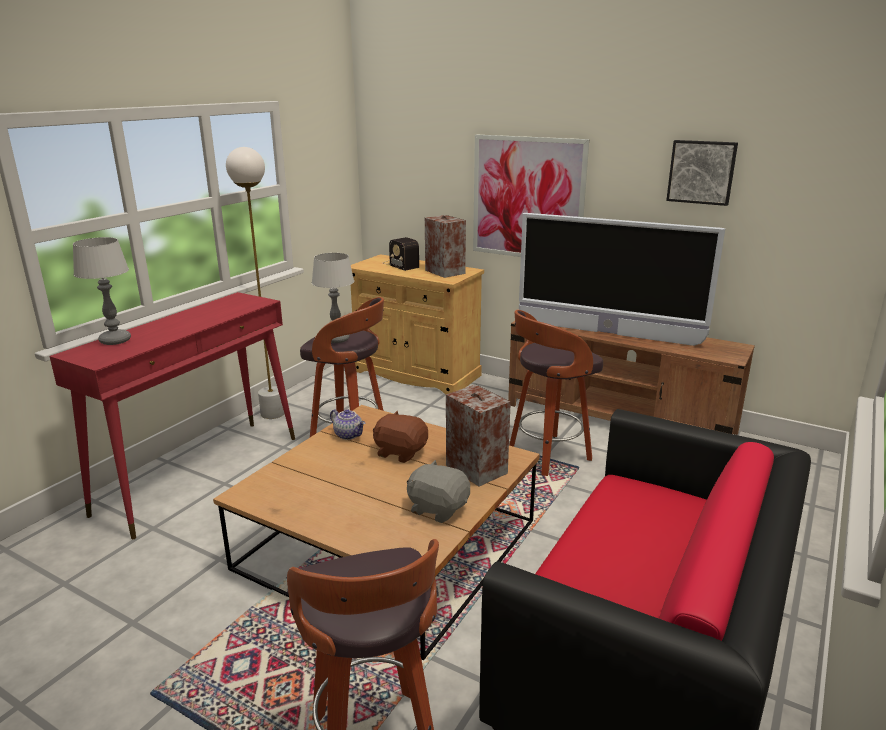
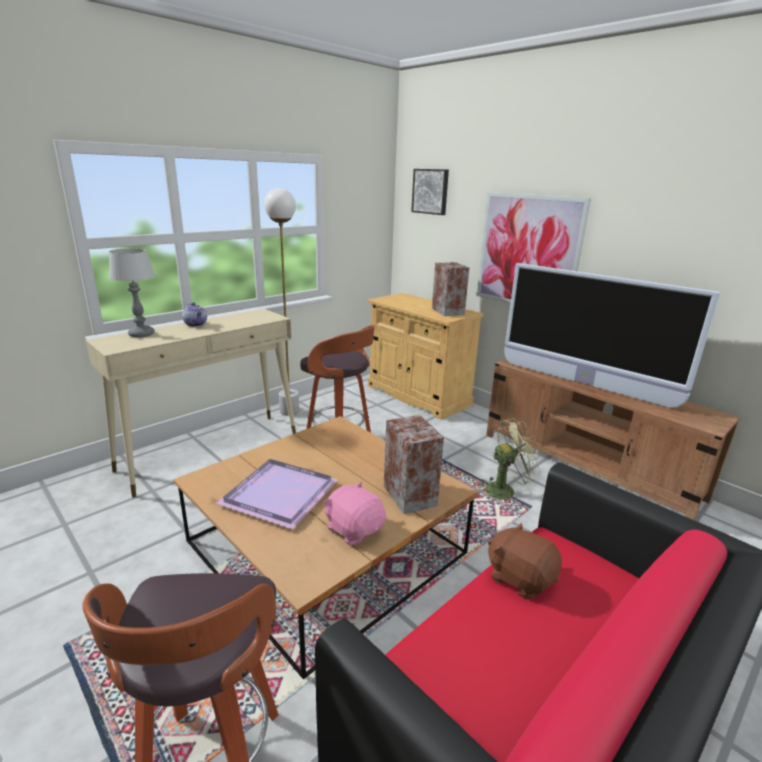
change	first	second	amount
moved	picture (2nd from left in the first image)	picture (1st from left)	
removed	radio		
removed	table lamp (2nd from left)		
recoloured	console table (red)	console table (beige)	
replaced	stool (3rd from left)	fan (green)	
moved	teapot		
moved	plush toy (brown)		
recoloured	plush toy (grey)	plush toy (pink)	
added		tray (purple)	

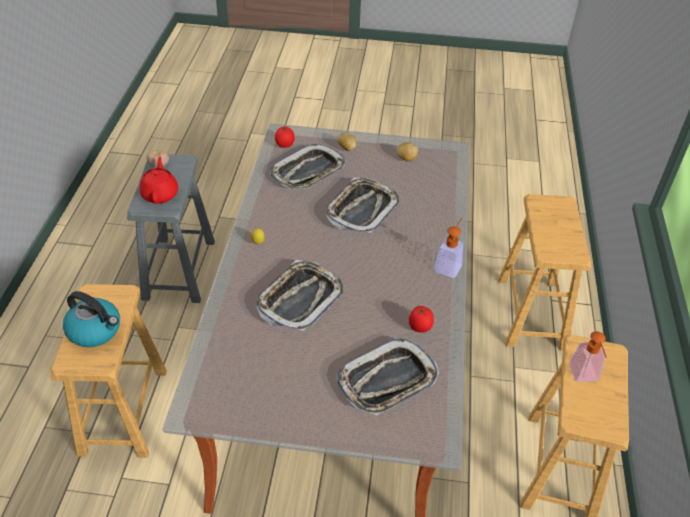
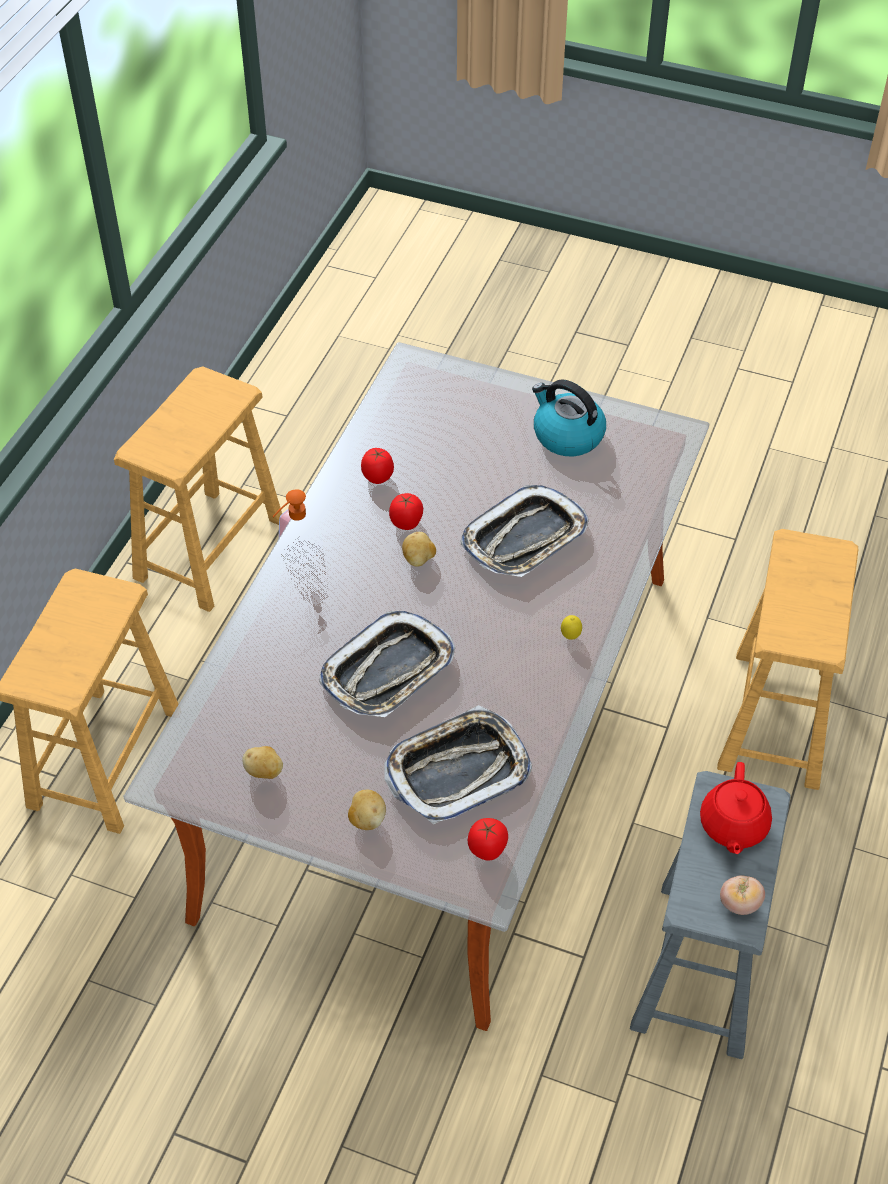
change	first	second	amount
moved	kettle		
removed	soap dispenser (2nd from left)		
removed	tray (4th from left)		
added		tomato (2nd from left)	
added		potato (3rd from left)	

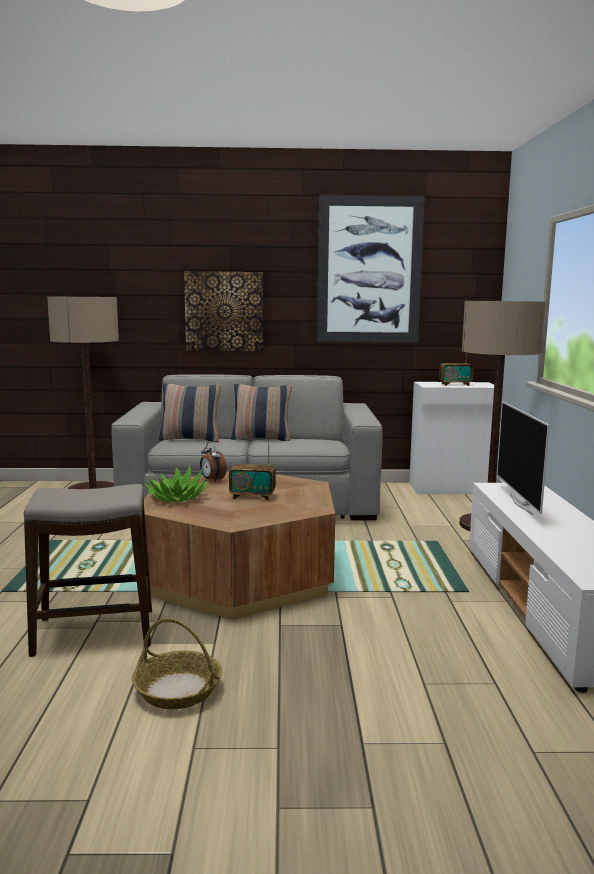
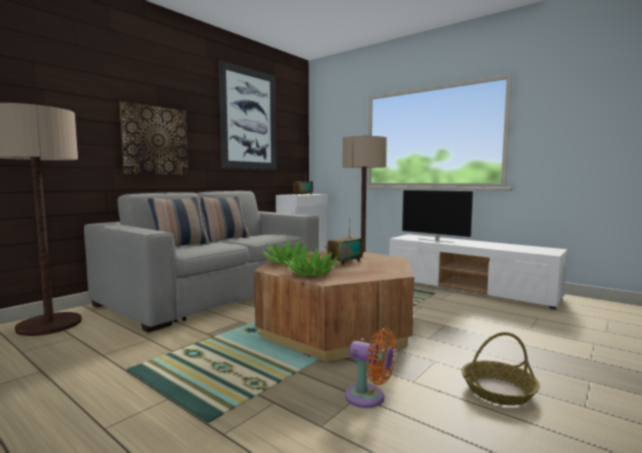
change	first	second	amount
replaced	alarm clock	potted plant (1st from left)	
replaced	stool	fan (orange)	

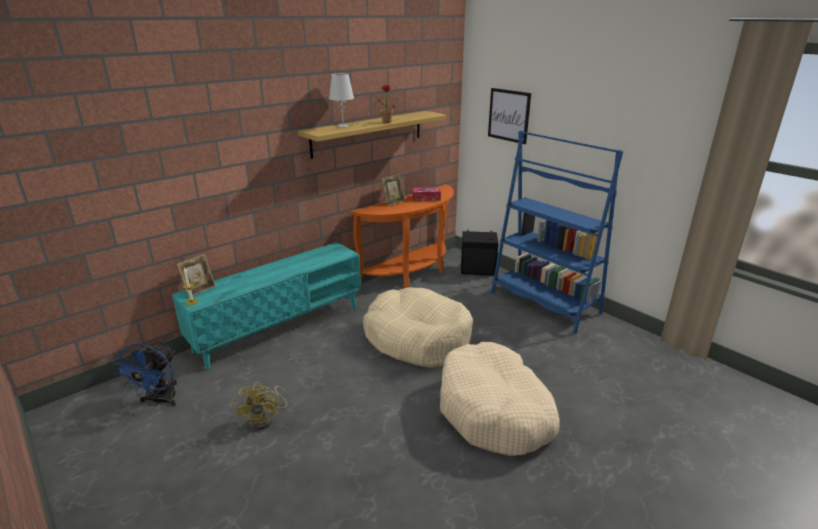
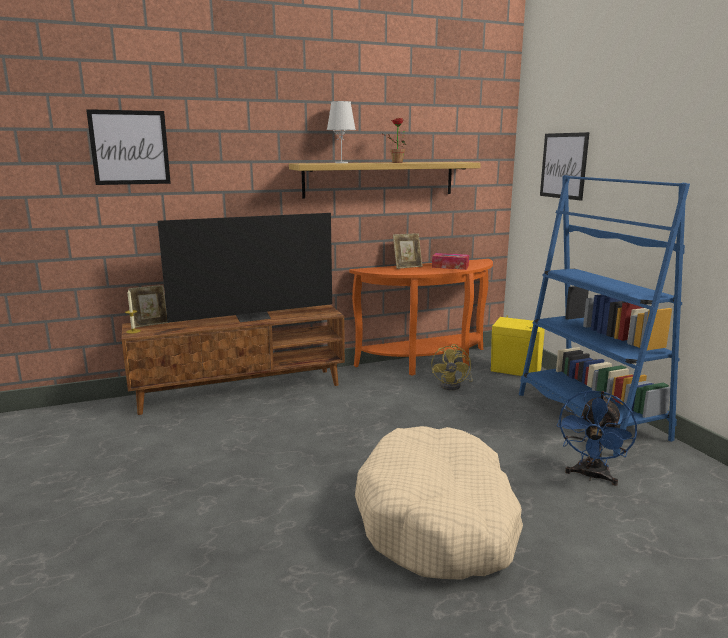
change	first	second	amount
recoloured	speaker (black)	speaker (yellow)	
recoloured	tv stand (turquoise)	tv stand (brown)	
removed	dog bed (beige) (1st from left)		
moved	fan (blue)		
moved	fan (yellow)		
added		picture (1st from left)	
added		television	

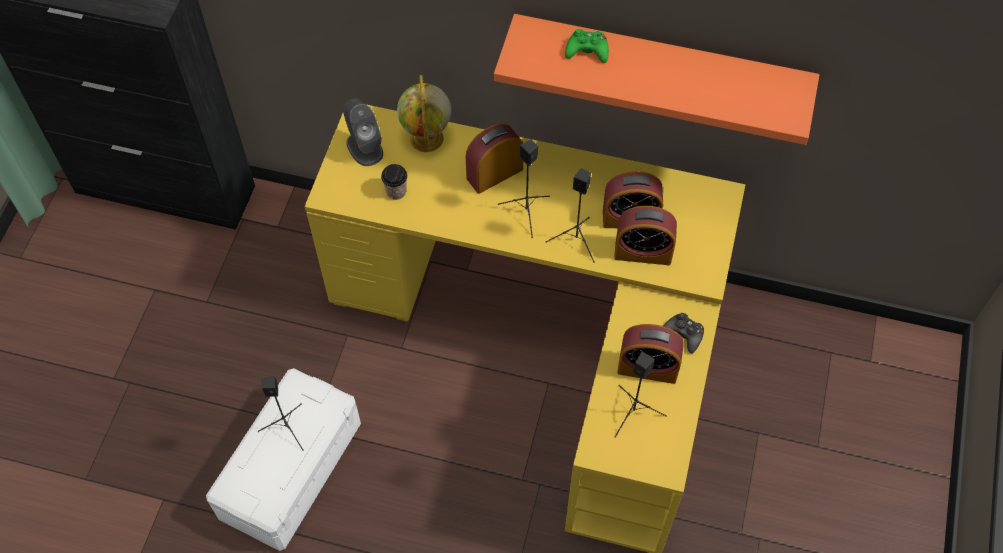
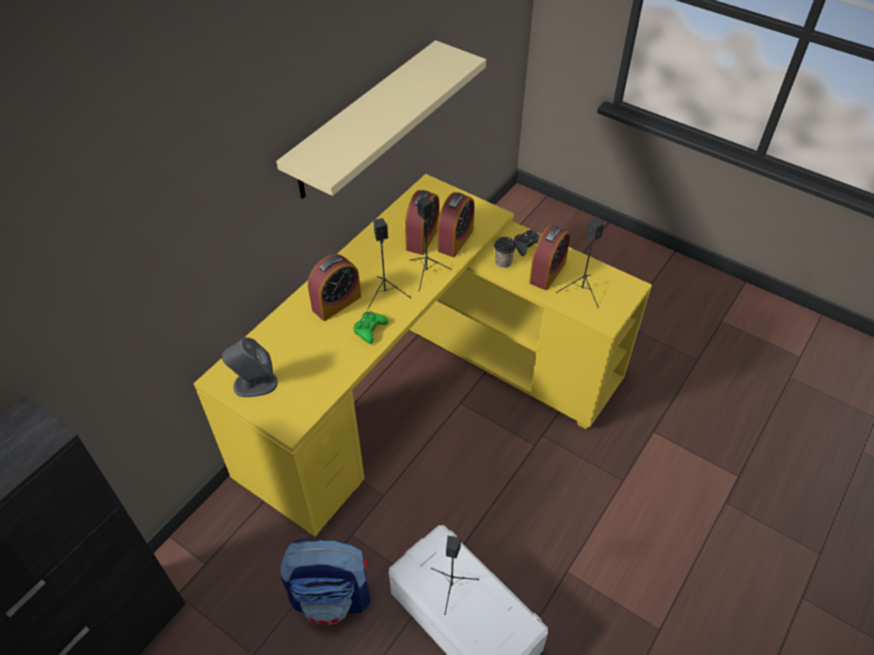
change	first	second	amount
recoloured	shelf (orange)	shelf (beige)	
moved	game controller (green)		
removed	globe		
turned	alarm clock (1st from left)		120 degrees counterclockwise
moved	cup		
added		backpack	

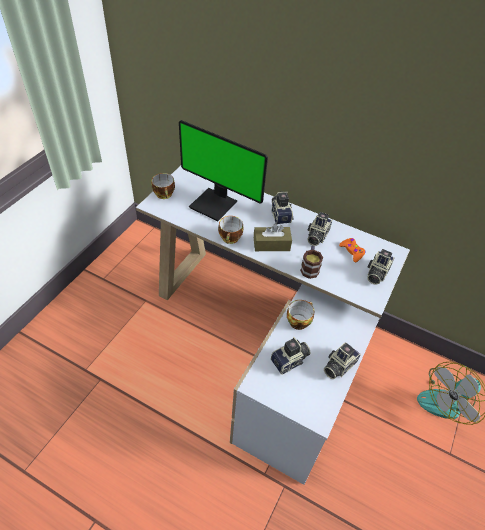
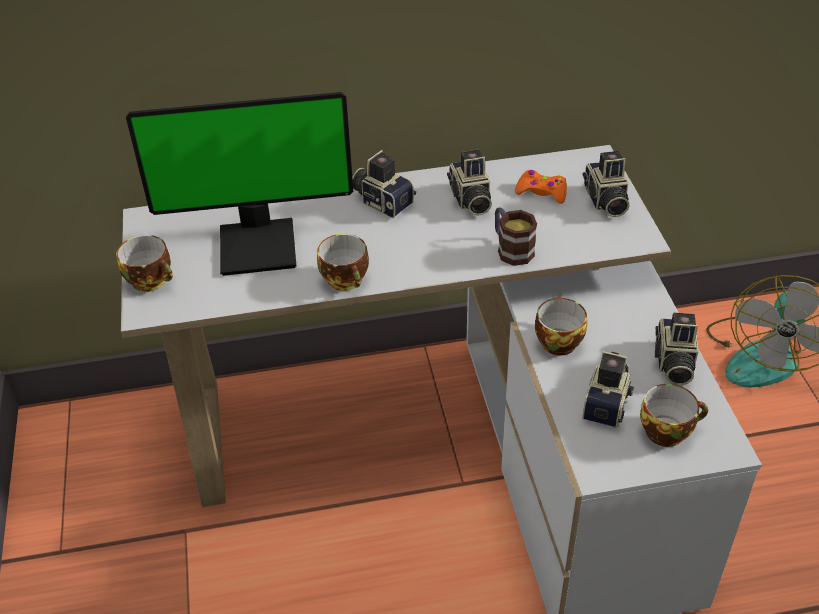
change	first	second	amount
removed	tissue box (brown)		
added		cup (4th from left)	

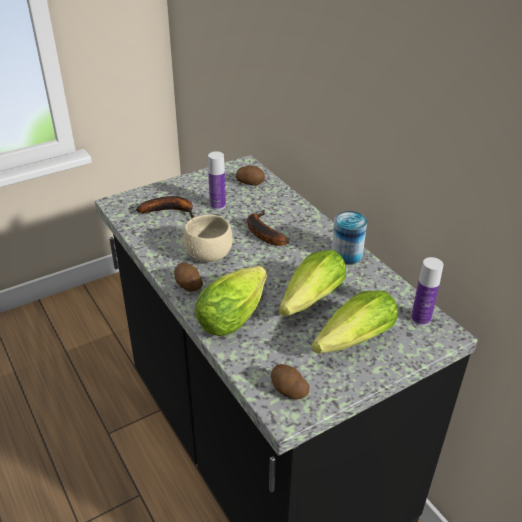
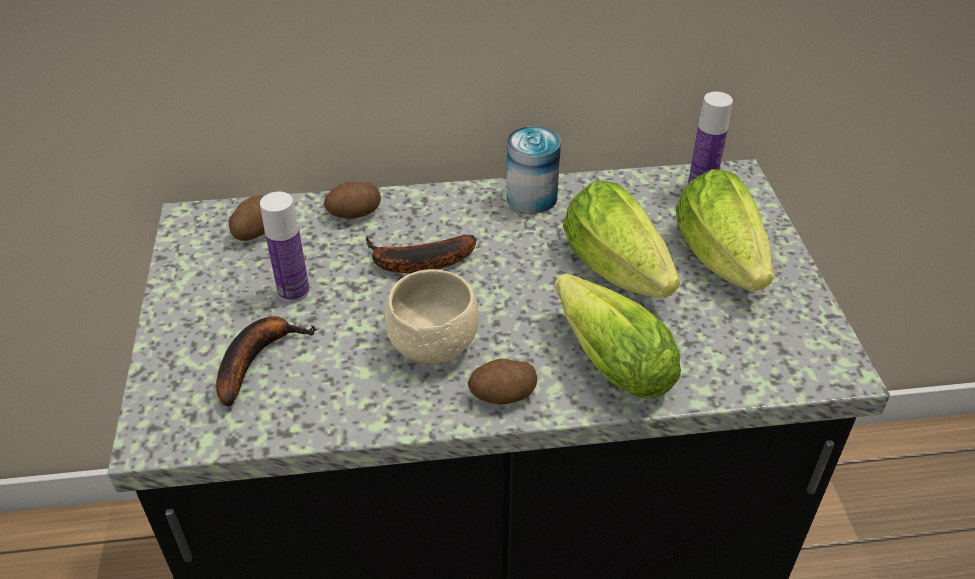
change	first	second	amount
moved	potato (3rd from left in the first image)	potato (2nd from left)	

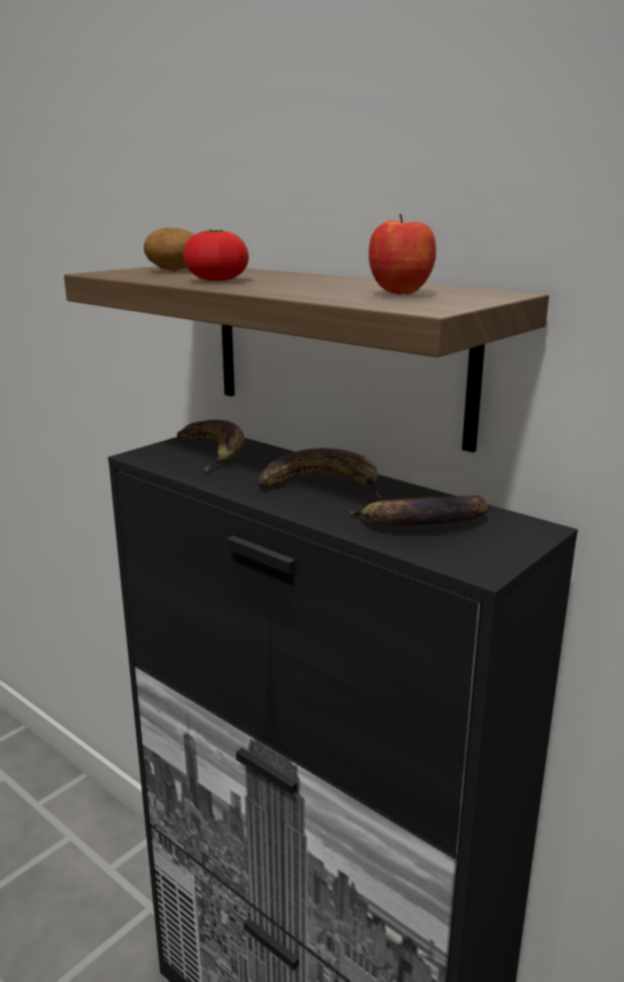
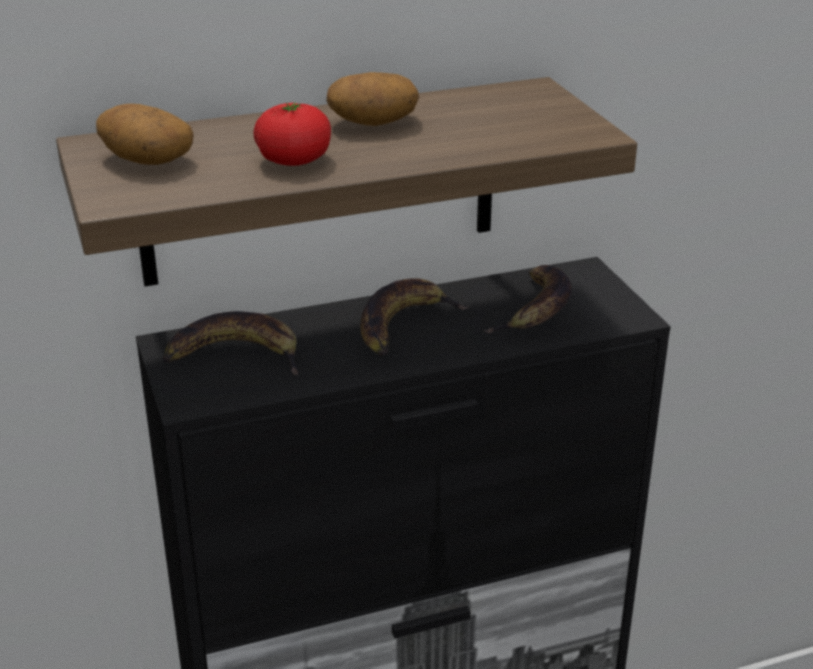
change	first	second	amount
removed	apple		
added		potato (2nd from left)	

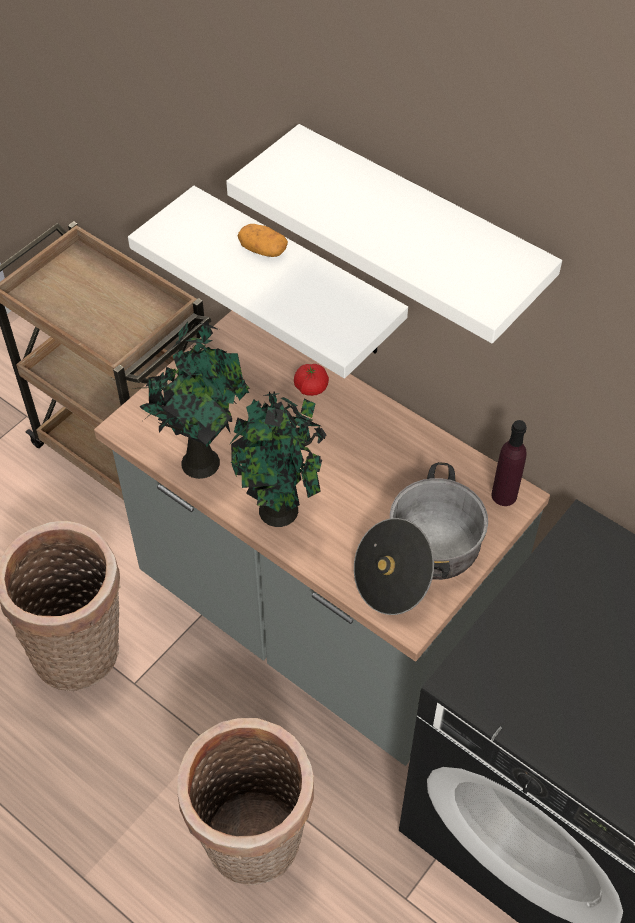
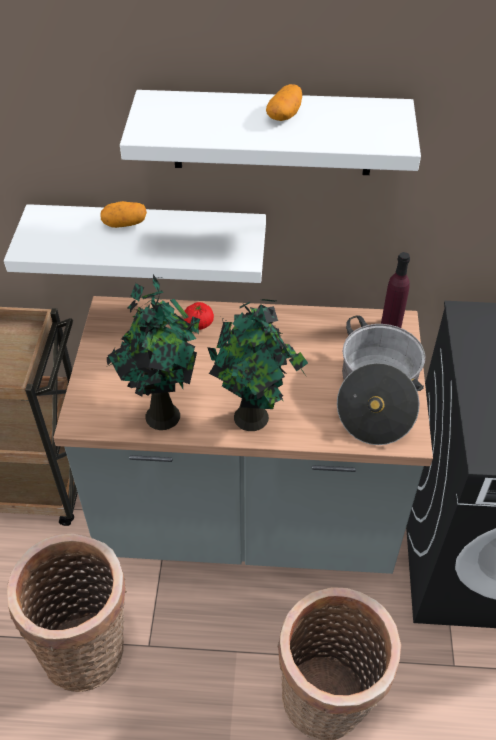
change	first	second	amount
added		potato (2nd from left)	

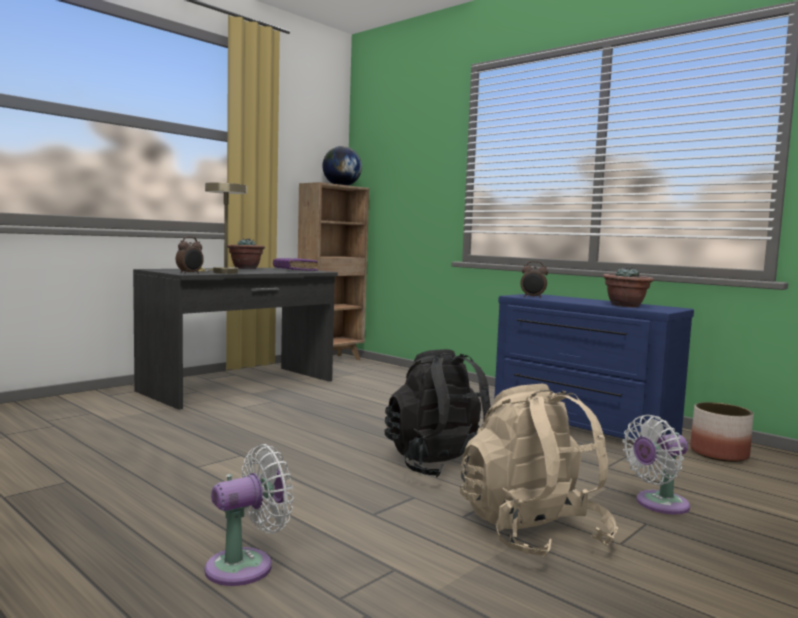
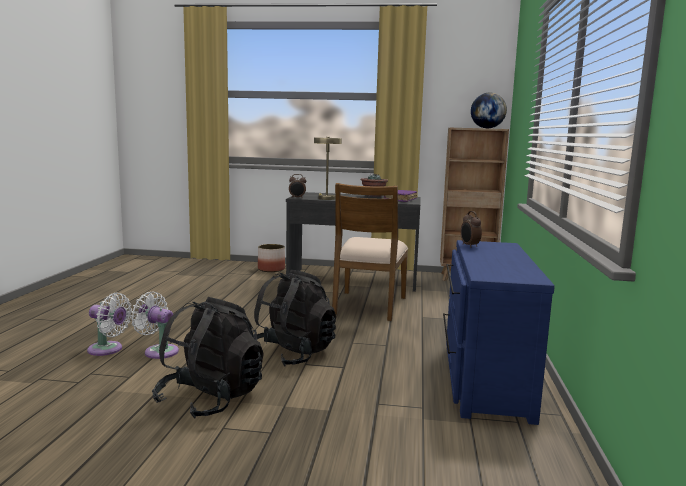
change	first	second	amount
removed	potted plant (2nd from left)		
recoloured	backpack (beige)	backpack (black) (1st from left)	
moved	planter		
moved	fan (white) (2nd from left)		
added		chair (brown)	

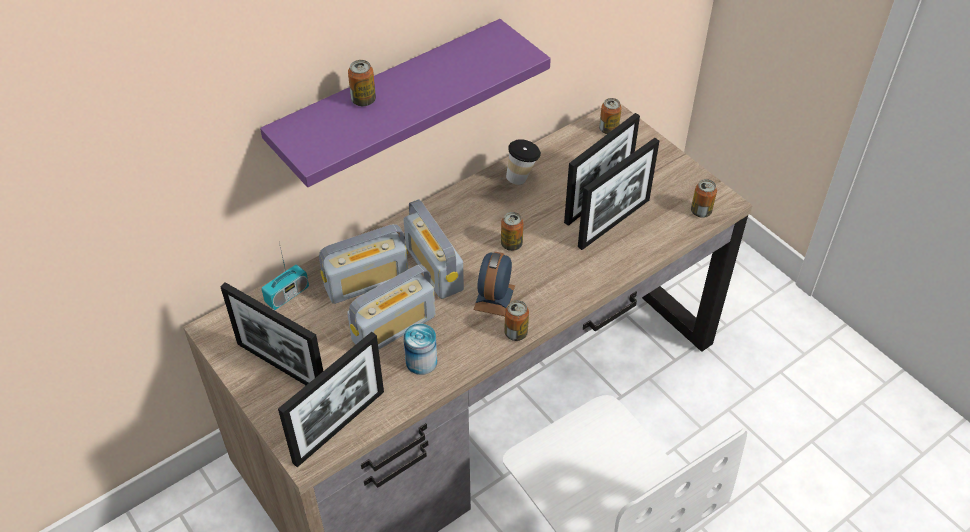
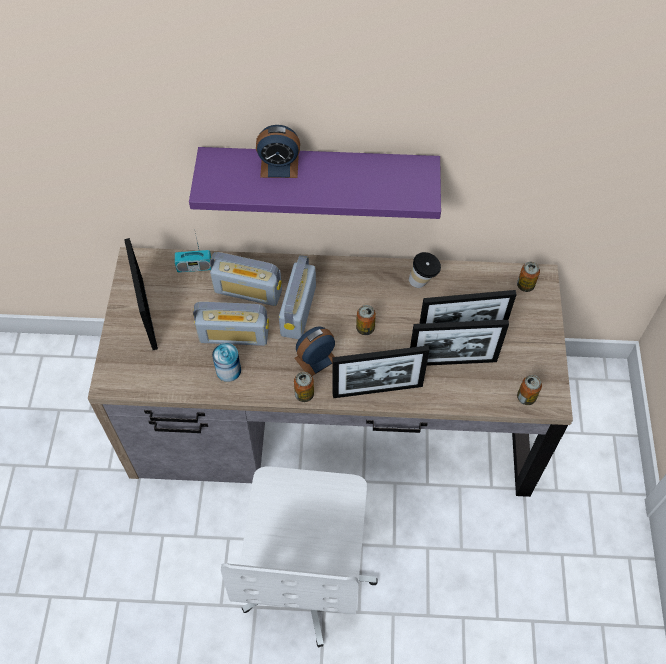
change	first	second	amount
replaced	can (1st from left)	alarm clock (1st from left)	
moved	picture frame (2nd from left)		

